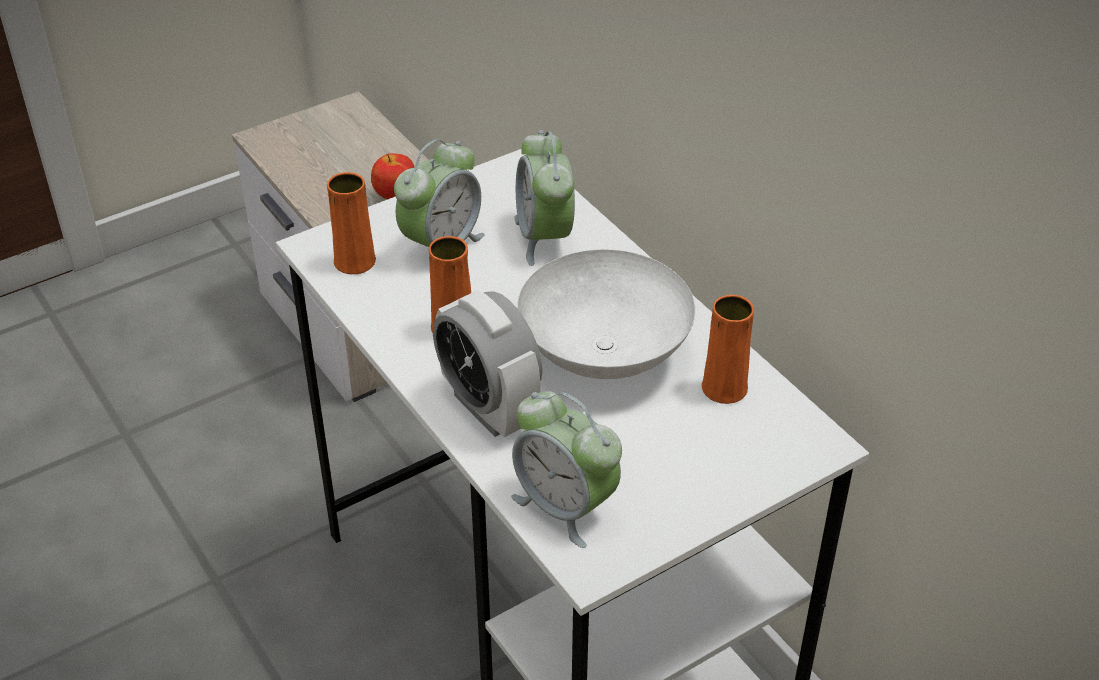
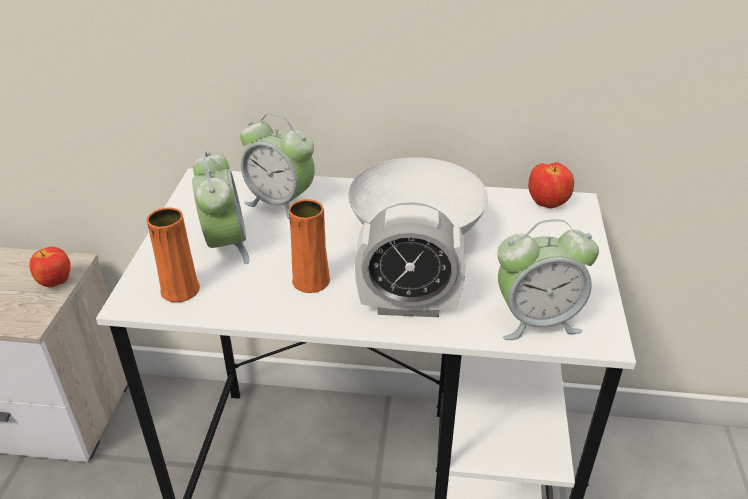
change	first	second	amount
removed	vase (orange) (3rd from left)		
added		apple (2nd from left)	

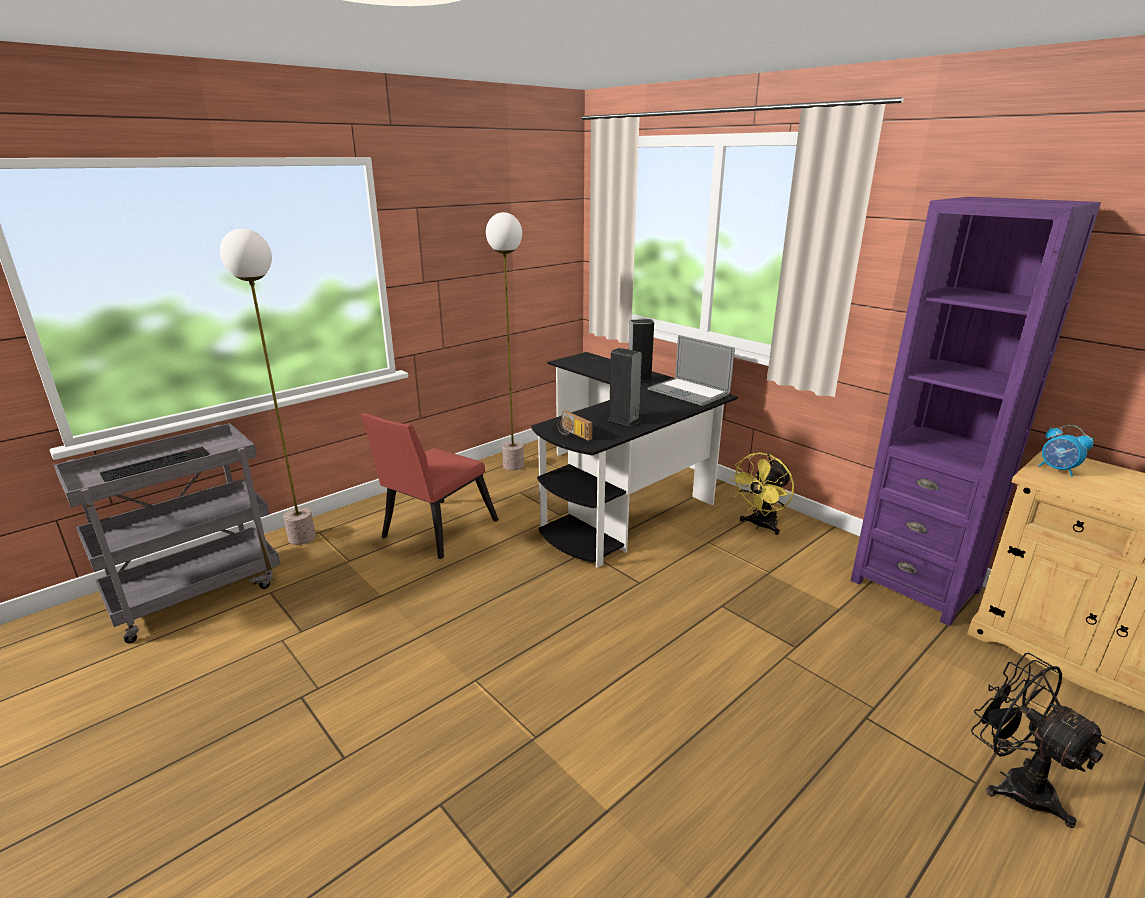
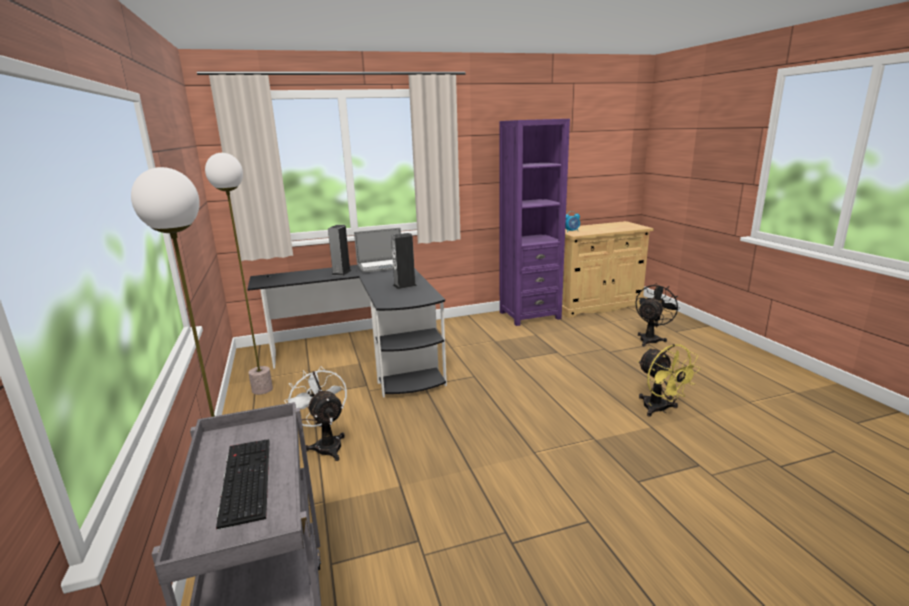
change	first	second	amount
removed	radio		
replaced	chair (red)	fan (white)	
moved	fan (yellow)		
turned	fan (black)		135 degrees clockwise

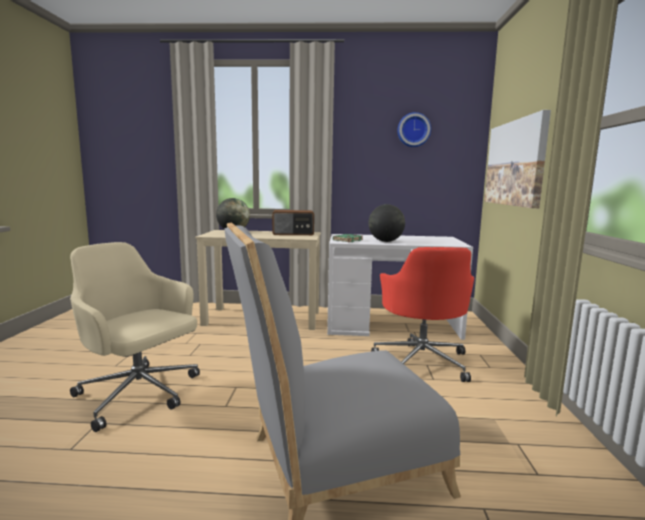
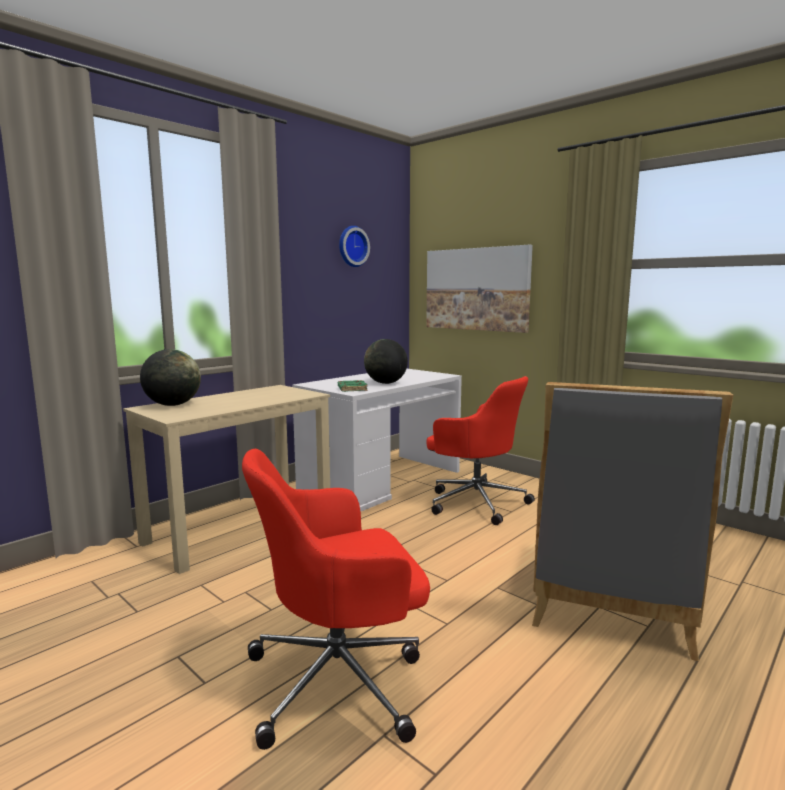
change	first	second	amount
removed	radio		
recoloured	office chair (beige)	office chair (red) (1st from left)	

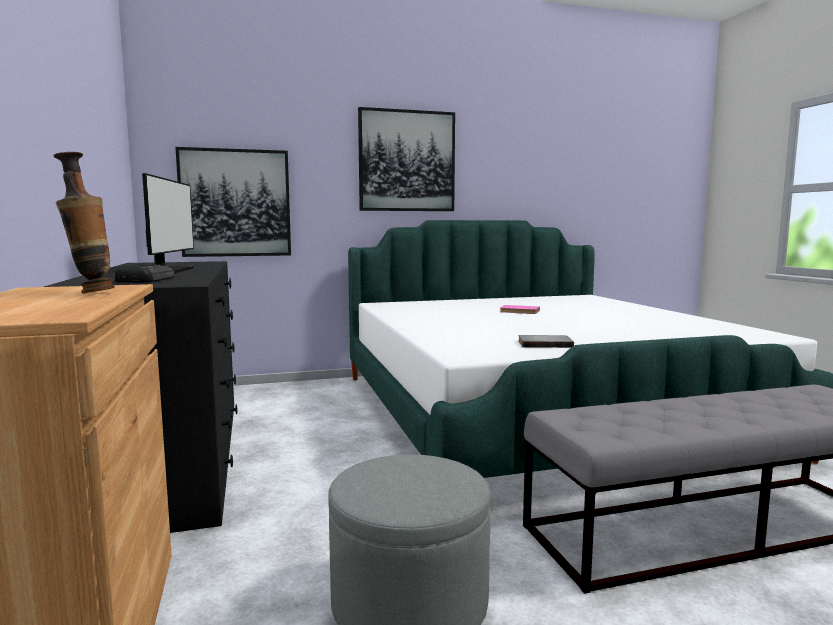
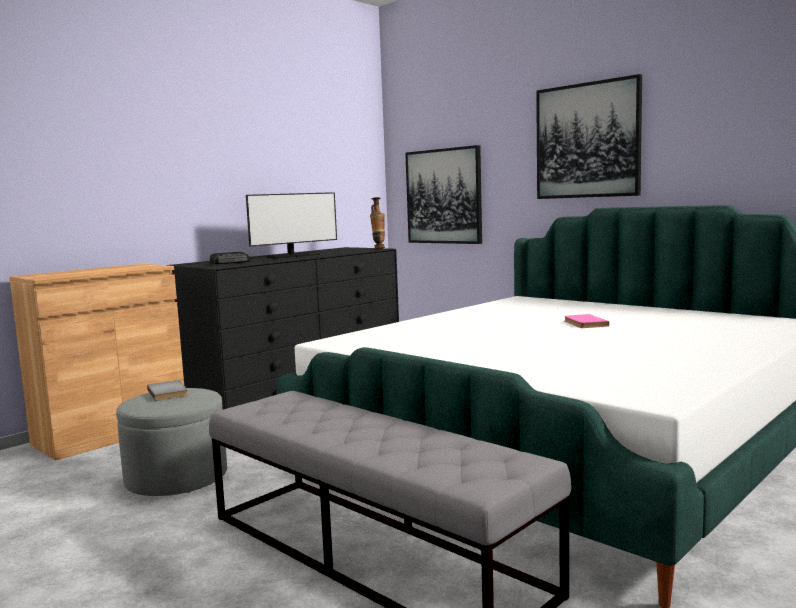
change	first	second	amount
moved	vase		
moved	book (grey)		

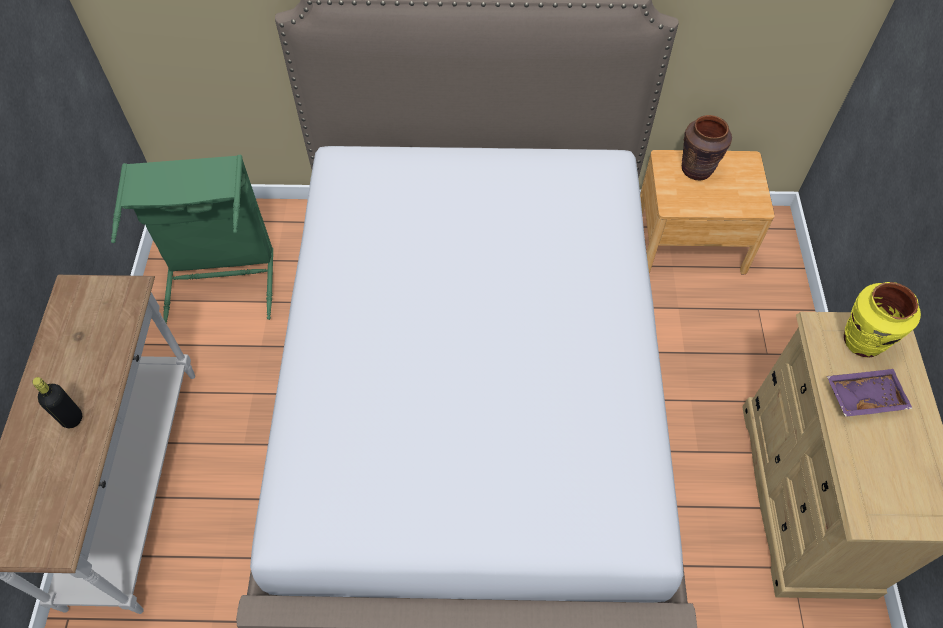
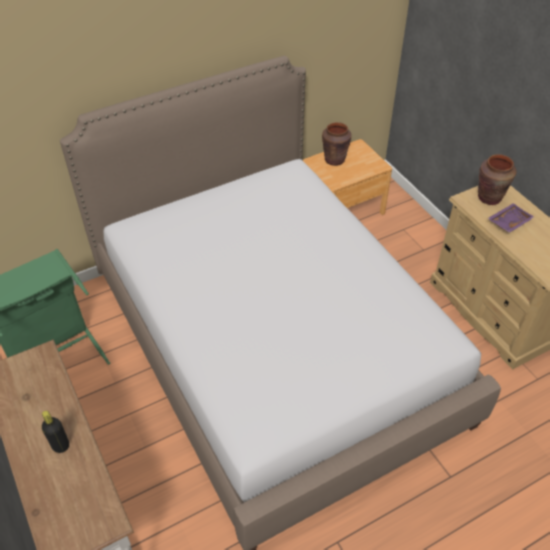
change	first	second	amount
recoloured	vase (yellow)	vase (brown) (2nd from left)	

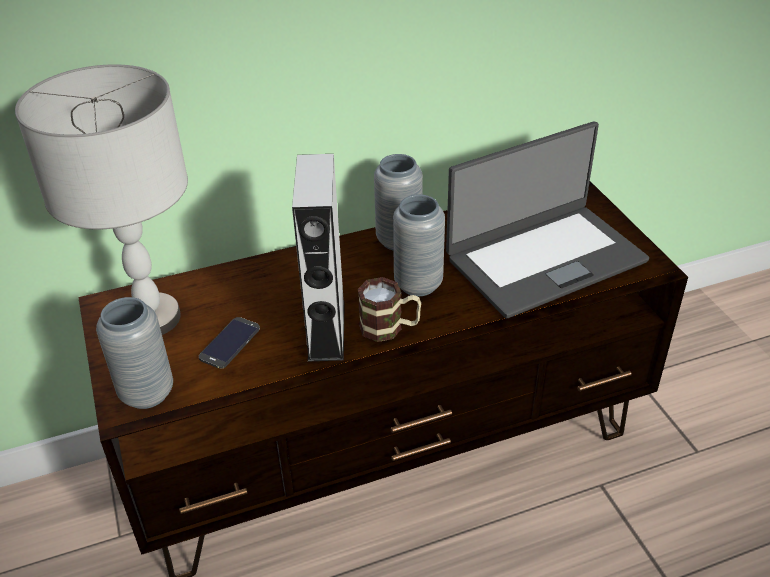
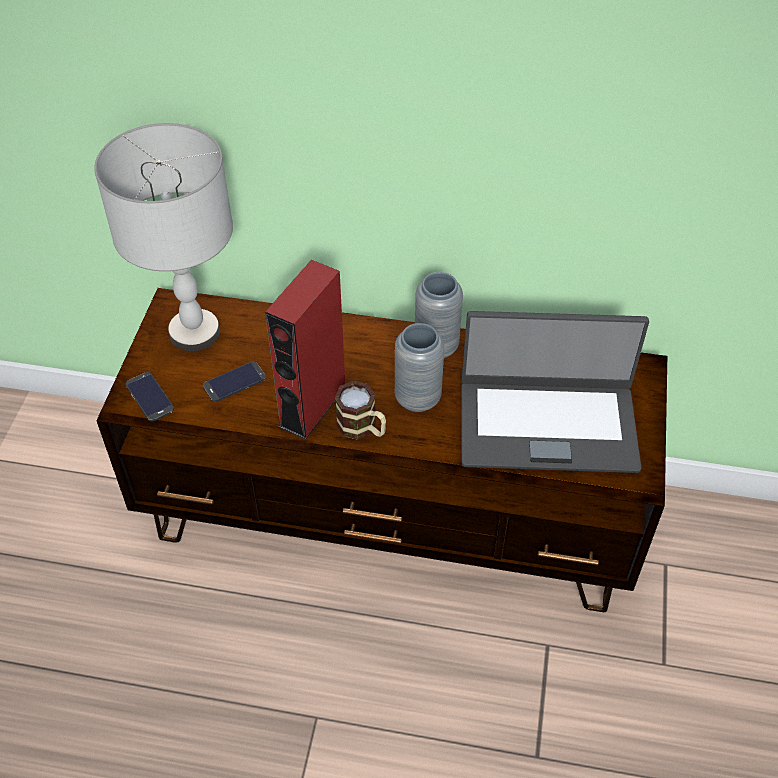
change	first	second	amount
recoloured	speaker (grey)	speaker (red)	
replaced	vase (grey) (1st from left)	phone (1st from left)	

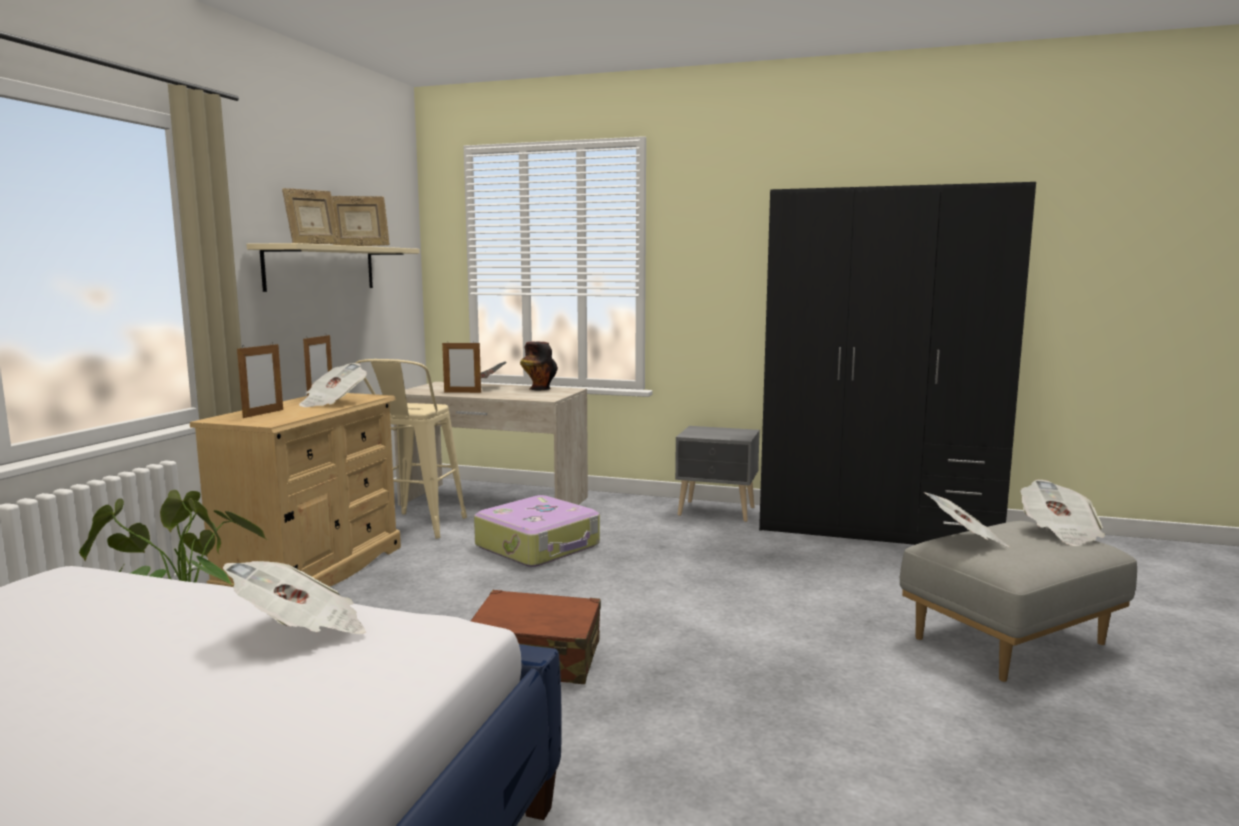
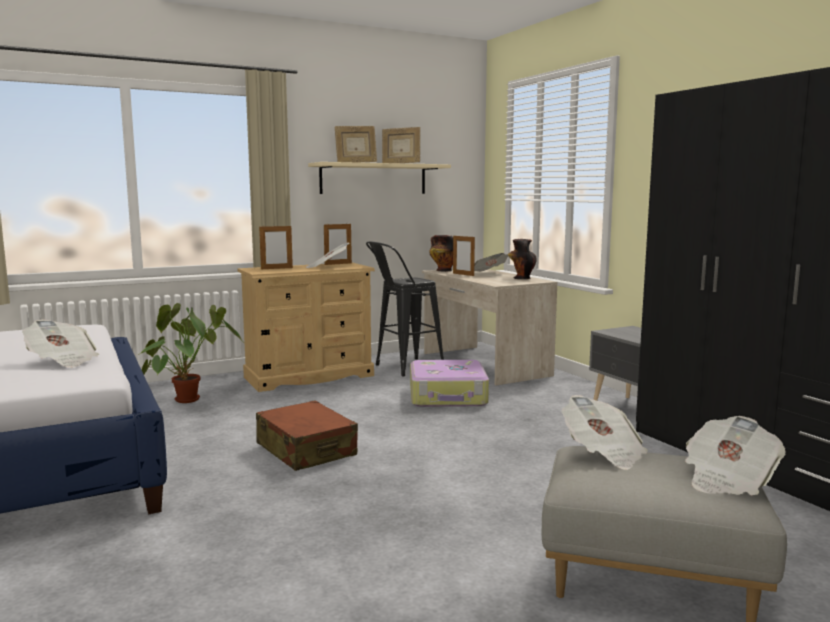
change	first	second	amount
recoloured	stool (beige)	stool (black)	
added		vase (1st from left)	

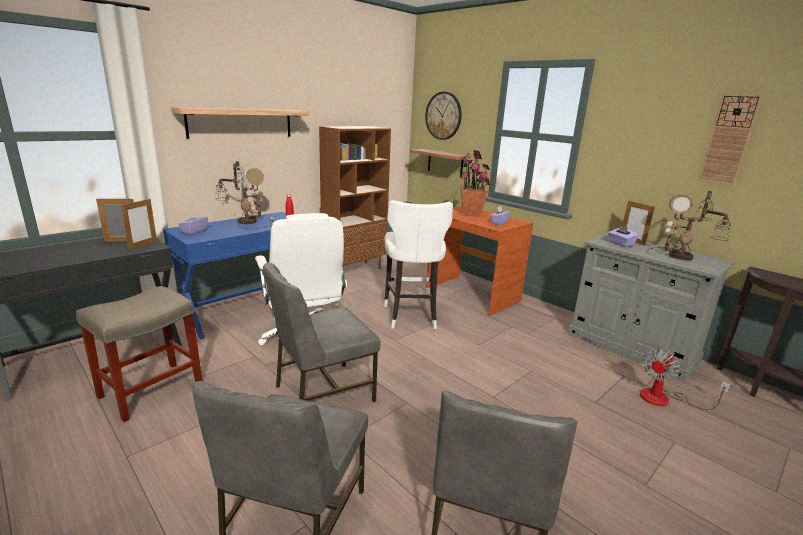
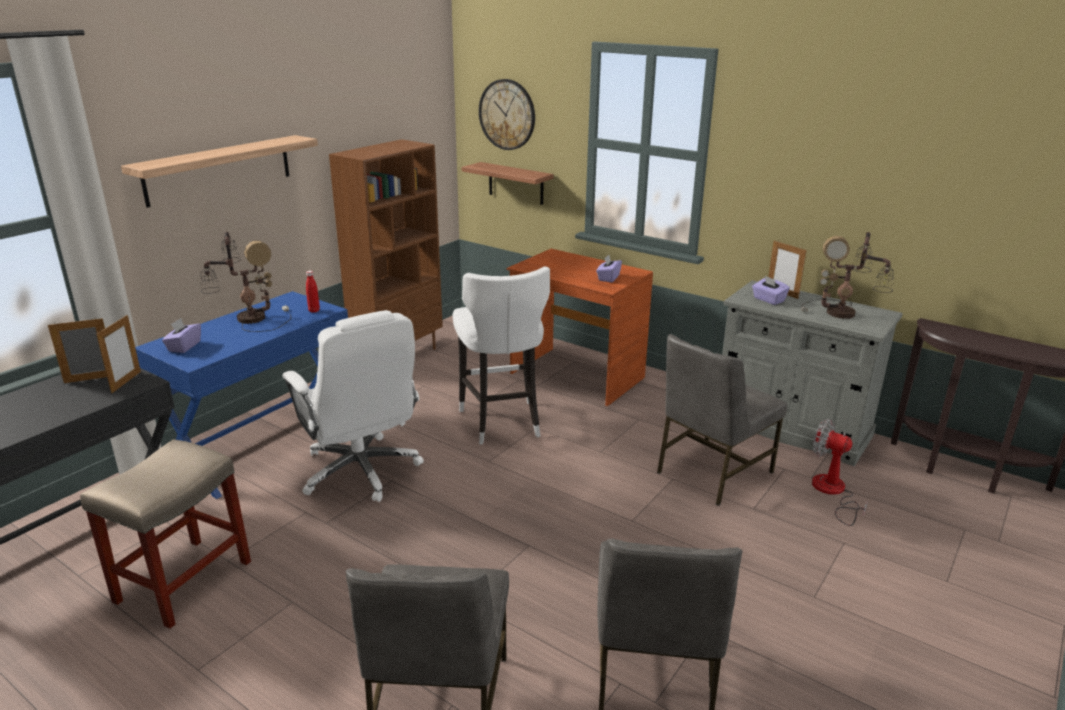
change	first	second	amount
removed	wall clock (2nd from left)		
removed	potted plant		
moved	chair (grey) (2nd from left in the first image)	chair (grey) (3rd from left)	
turned	fan		90 degrees clockwise

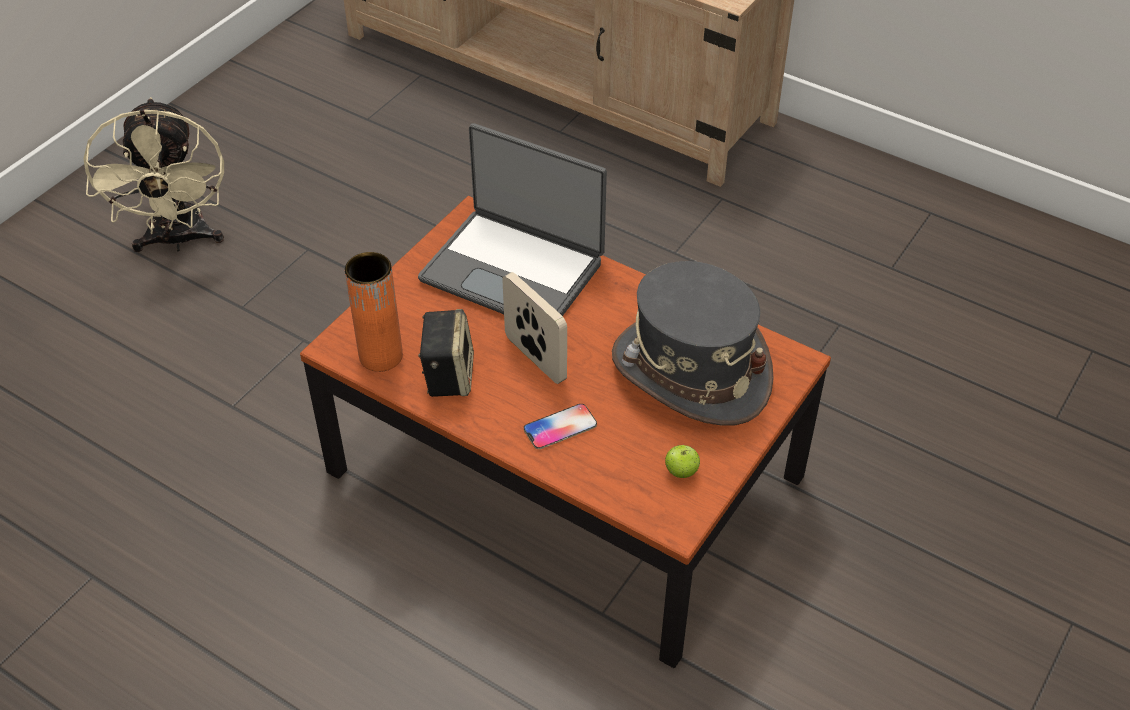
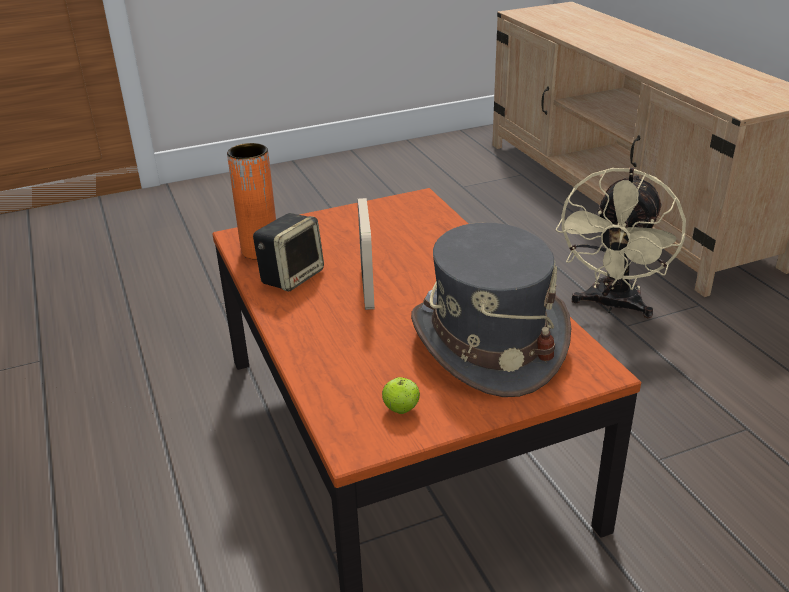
change	first	second	amount
moved	fan (beige)		
removed	laptop		
removed	phone		

